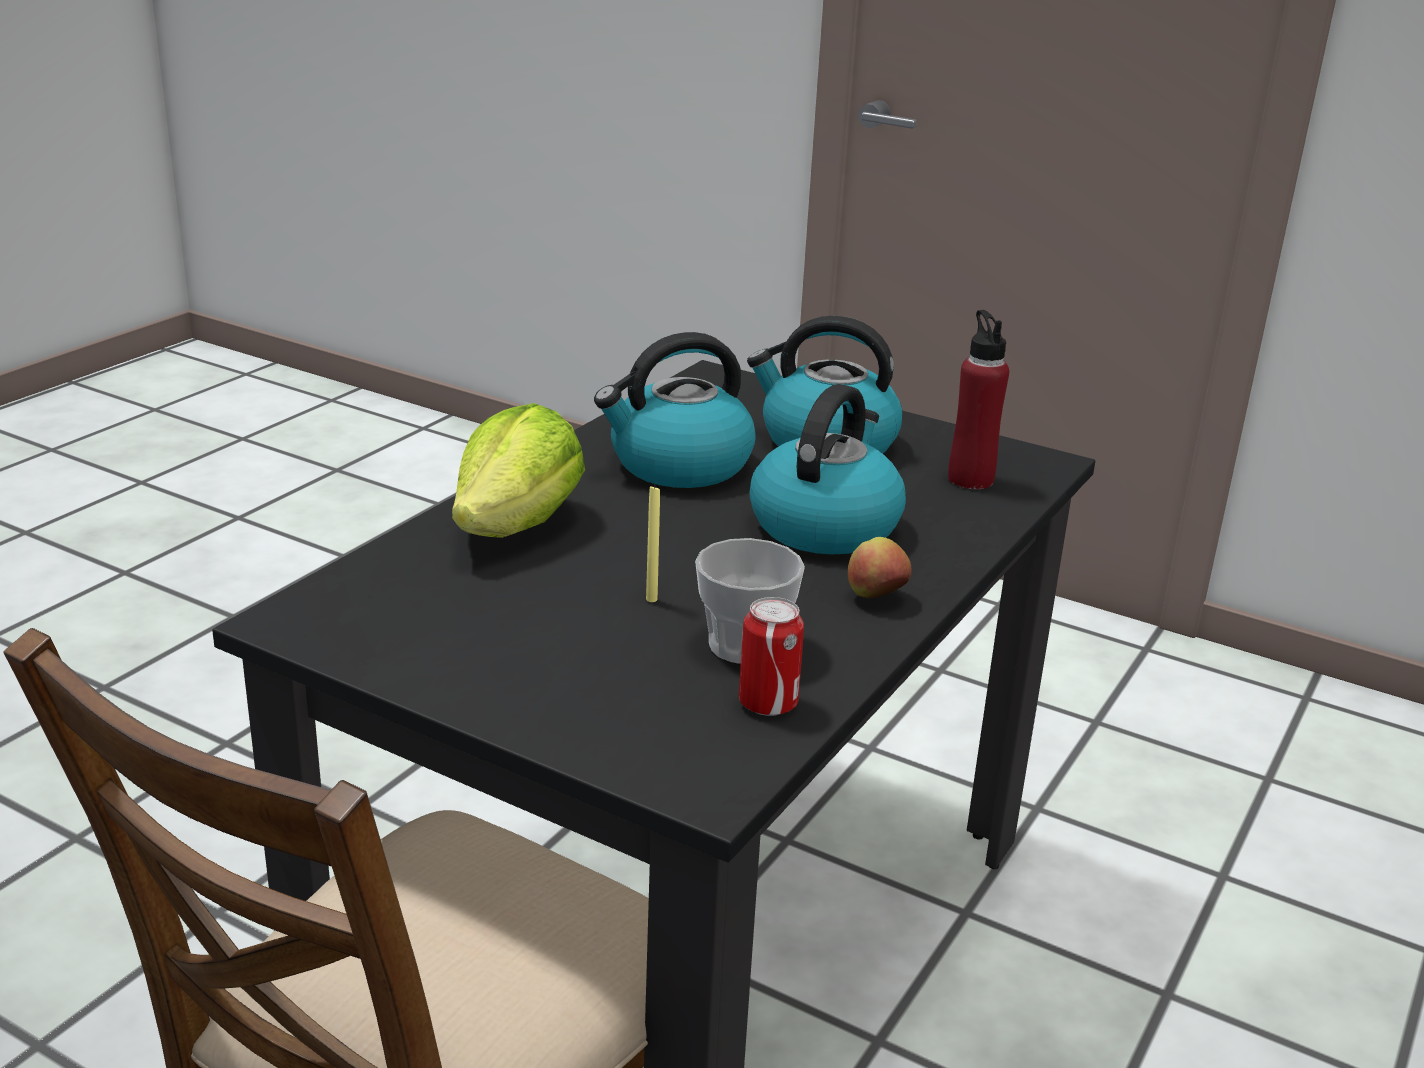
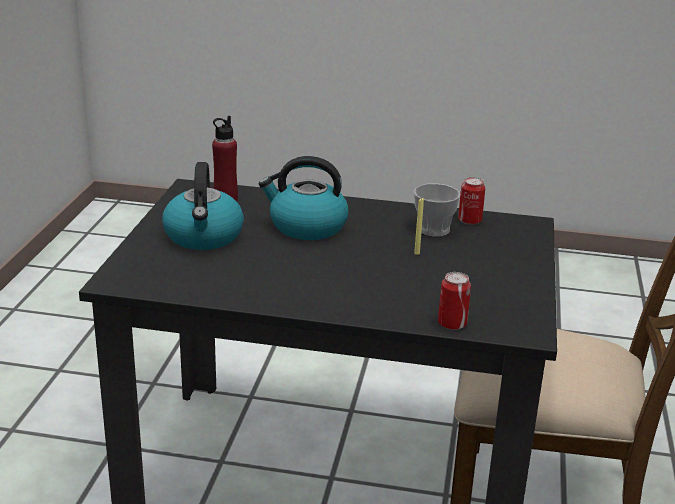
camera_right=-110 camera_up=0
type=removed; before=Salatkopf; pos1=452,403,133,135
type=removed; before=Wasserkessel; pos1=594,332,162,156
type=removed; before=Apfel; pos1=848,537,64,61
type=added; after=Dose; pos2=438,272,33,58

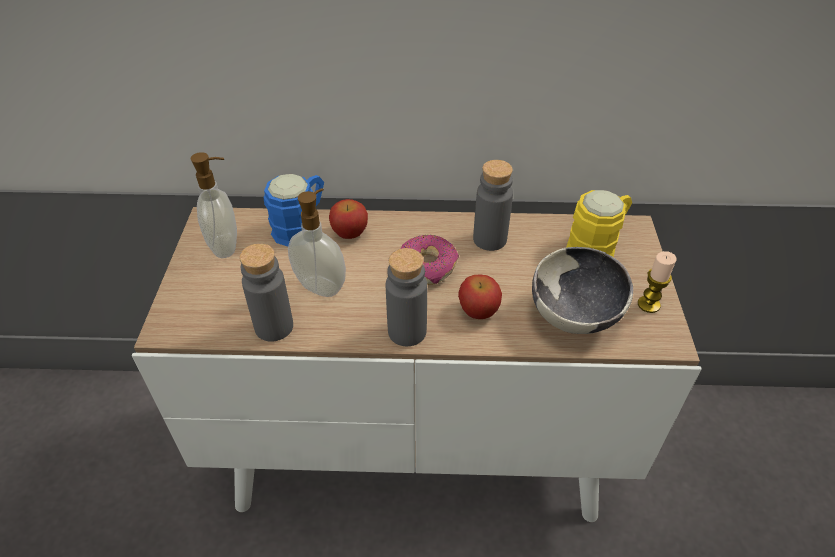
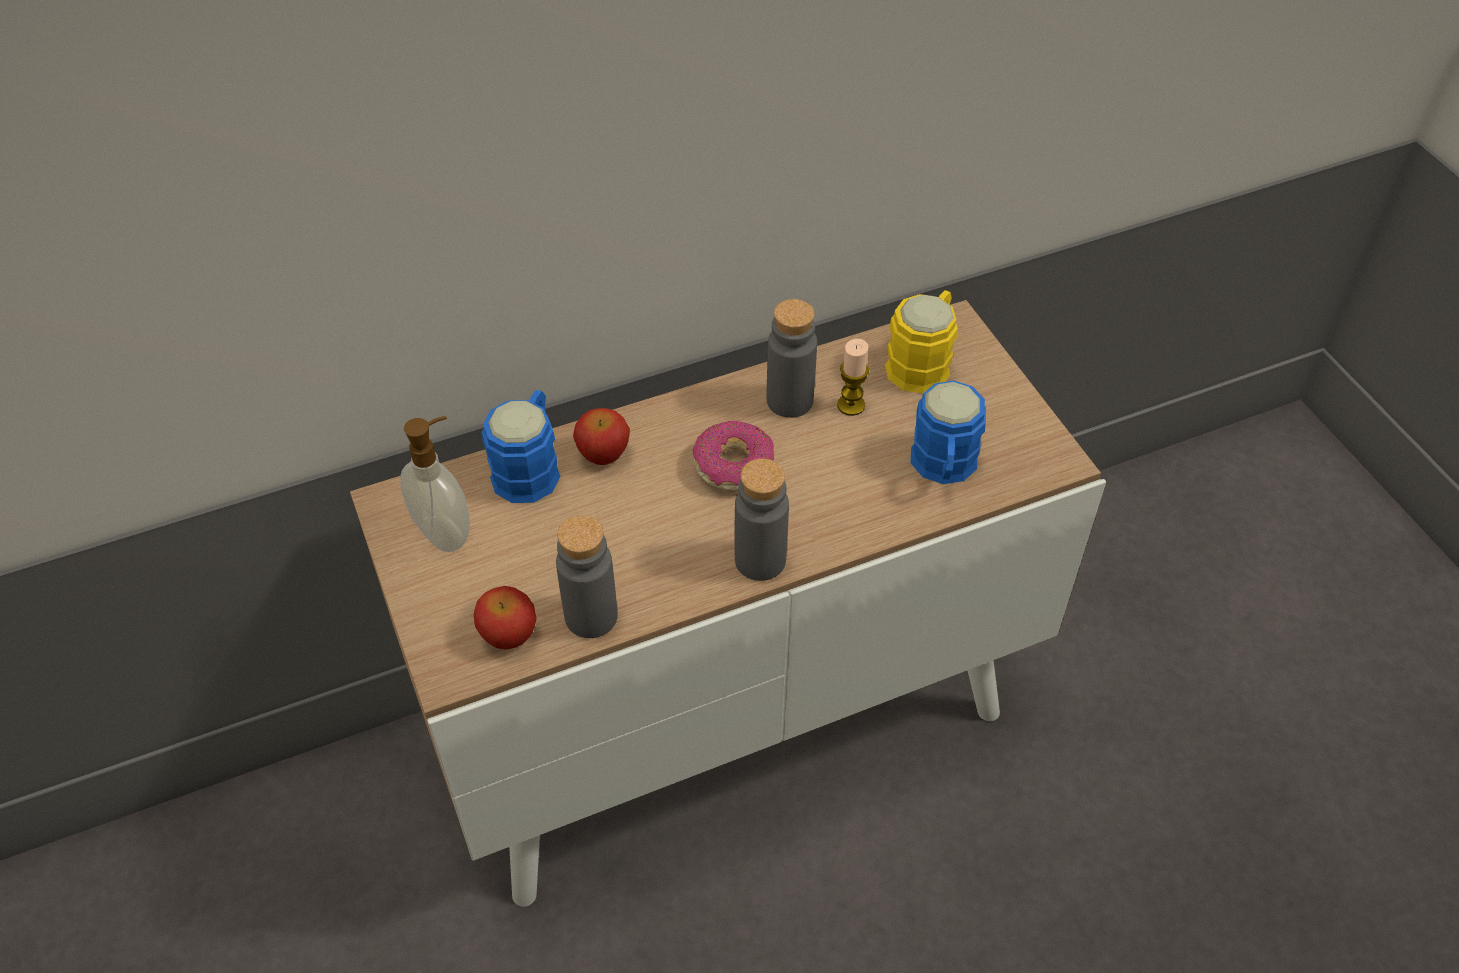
camera_right=-25 camera_up=5
type=removed; before=Seifenspender; pos1=288,188,58,109
type=moved; before=Apfel; pos1=458,274,44,45; pos2=474,586,62,64
type=moved; before=Kerze; pos1=638,251,39,62; pos2=837,339,32,77
type=replaced; before=Schüssel; after=Henkelbecher (blau); pos1=532,247,101,87; pos2=910,381,76,103

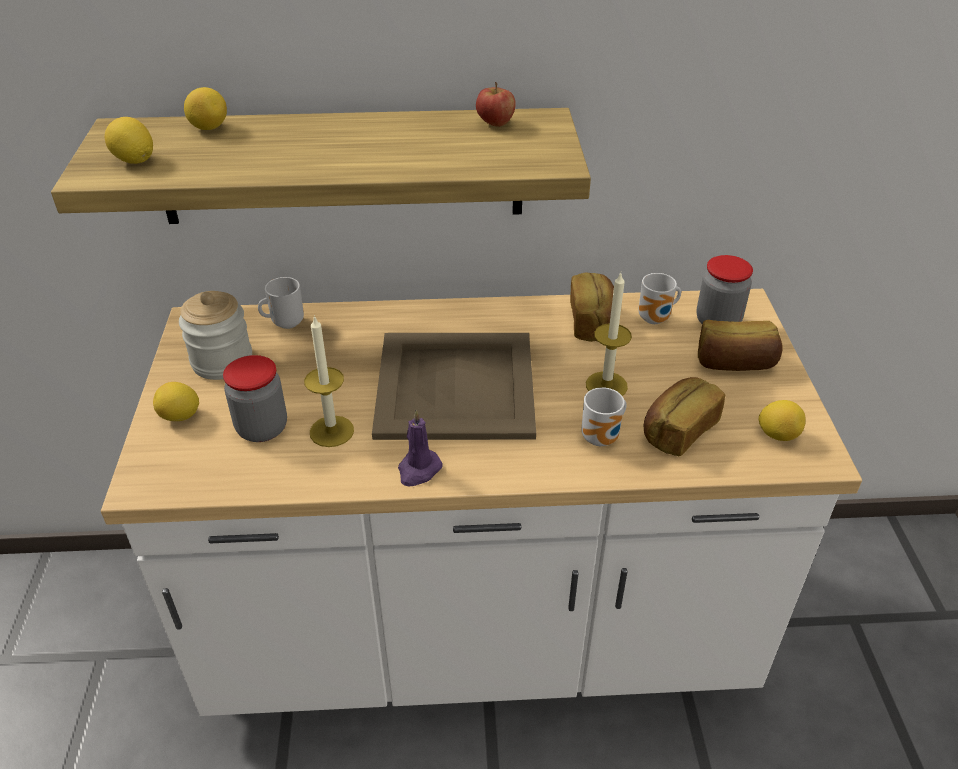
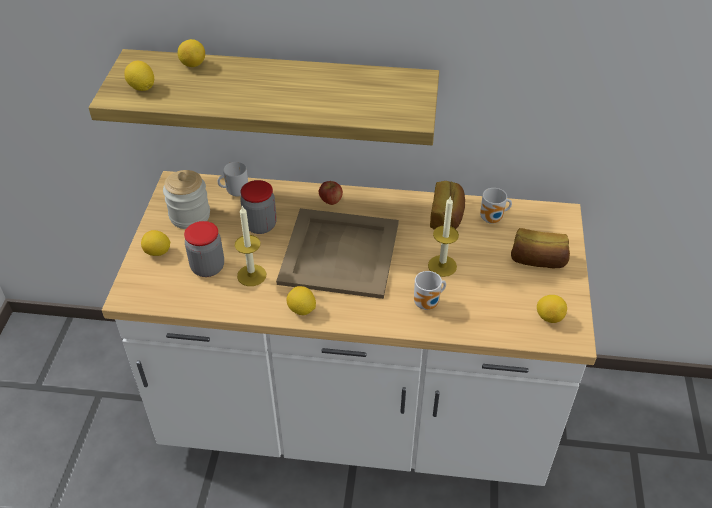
camera_right=10 camera_up=5
type=removed; before=Brot; pos1=644,377,81,80
type=moved; before=Apfel; pos1=476,82,40,45; pos2=319,180,24,25
type=moved; before=Vorratsglas; pos1=697,255,56,69; pos2=240,180,37,54
type=replaced; before=Kerze (lila); after=Zitrone; pos1=398,410,45,77; pos2=287,286,29,29

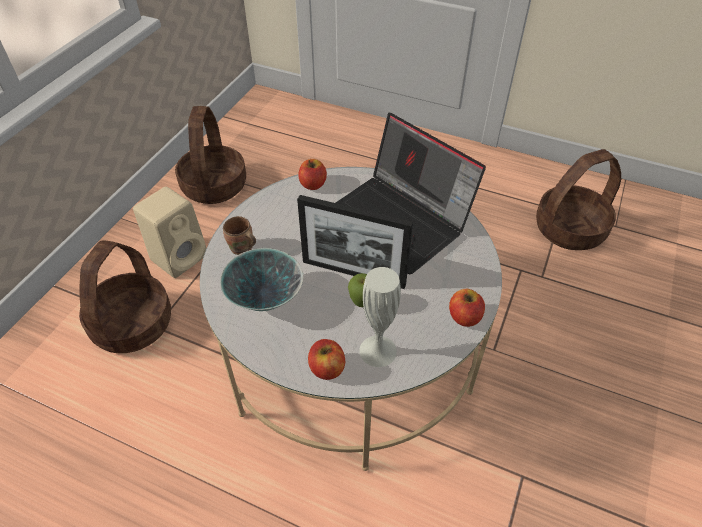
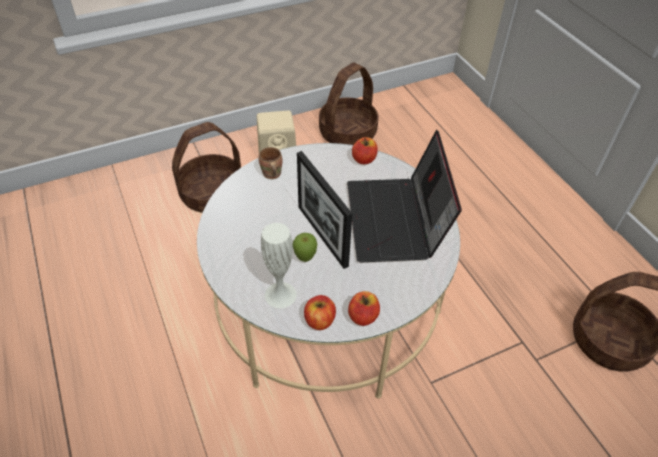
camera_right=40 camera_up=0
type=removed; before=Schüssel; pos1=220,248,83,63
type=moved; before=Apfel; pos1=308,339,37,41; pos2=304,295,32,35

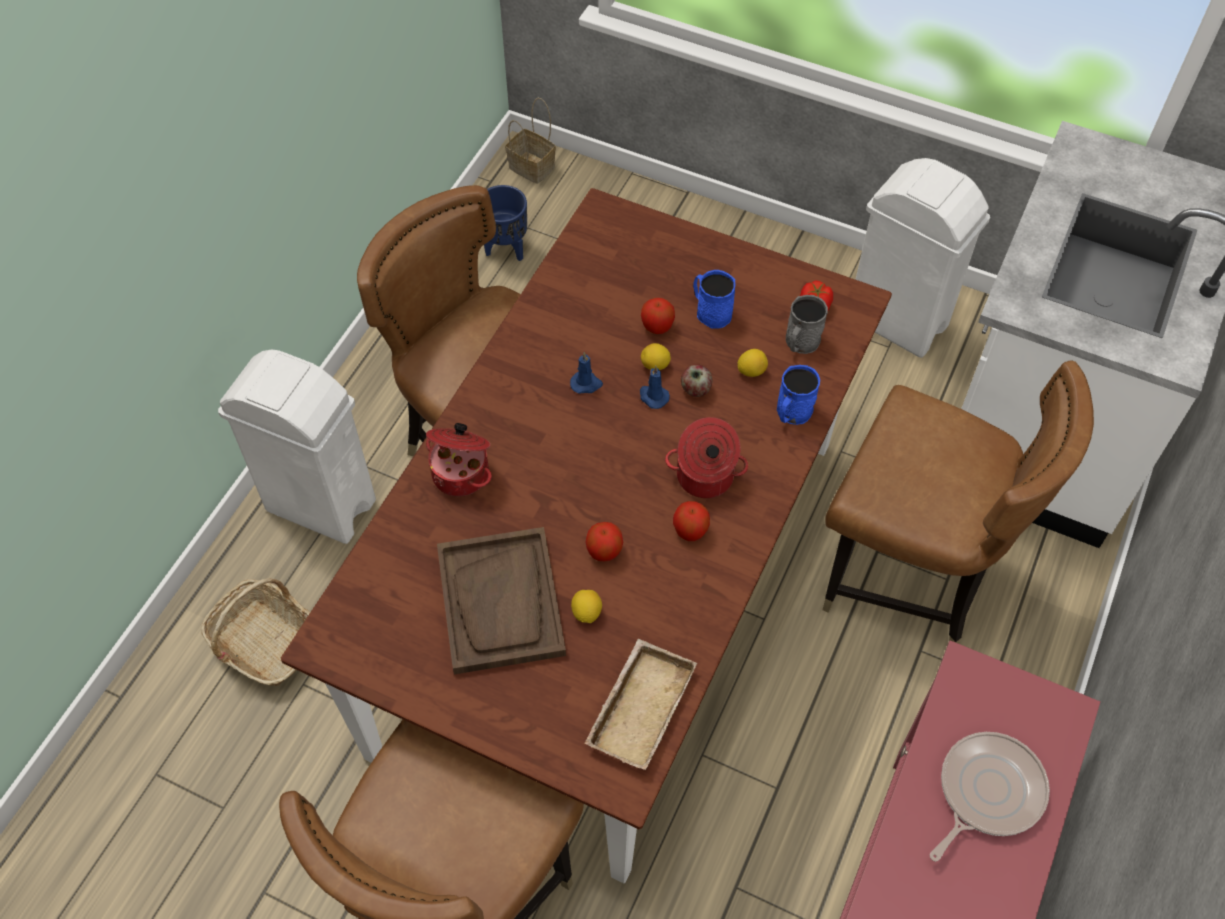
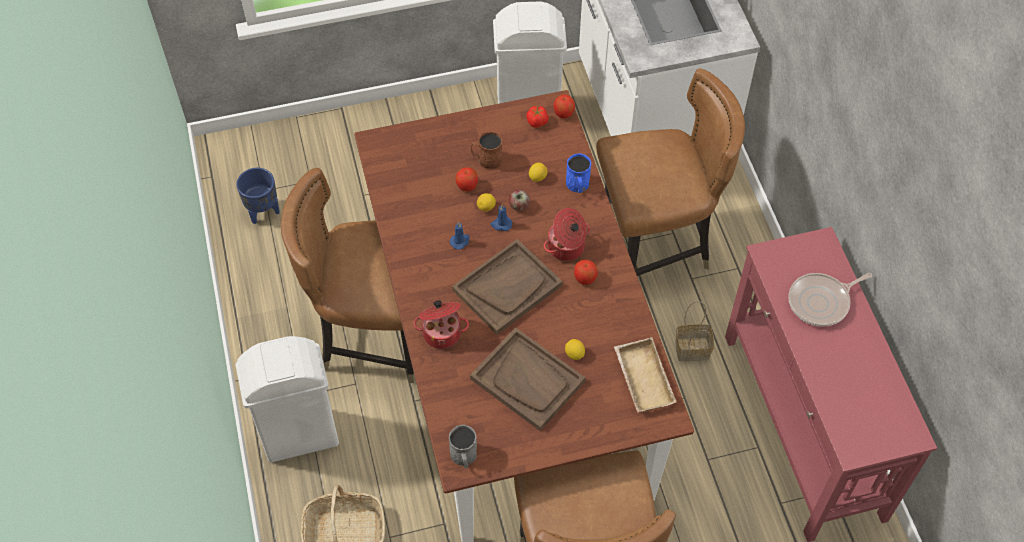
camera_right=-40 camera_up=0
type=added; after=Tablett (braun); pos2=452,239,111,96
type=moved; before=Korb; pos1=505,98,51,86; pos2=676,301,38,60
type=moved; before=Apfel; pos1=586,522,37,39; pos2=554,94,21,25
type=moved; before=Henkelbecher (grau); pos1=786,295,42,59; pos2=449,424,28,44
type=recoloured; before=Henkelbecher (blau); after=Henkelbecher (braun); pos1=693,270,42,58; pos2=471,131,32,38
type=turned; before=Pfanne; pos1=930,732,120,130; pos2=788,273,84,54; turn=-120

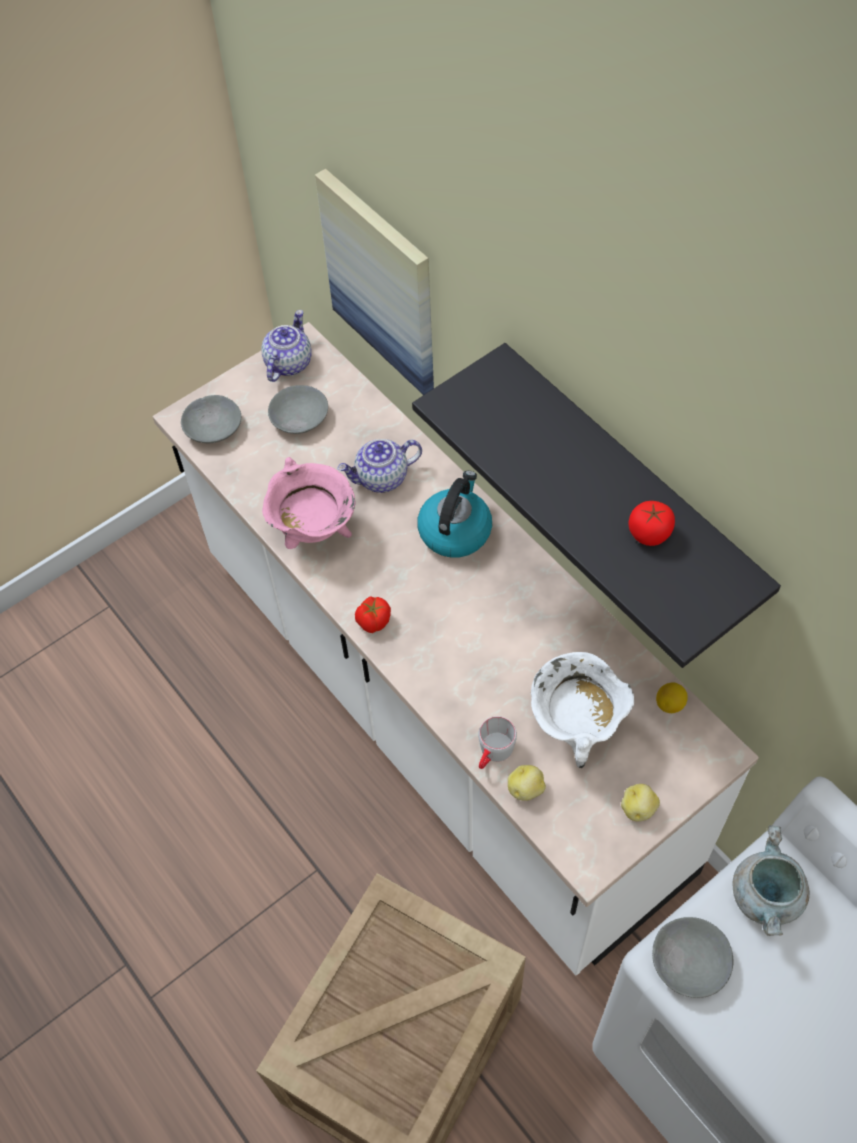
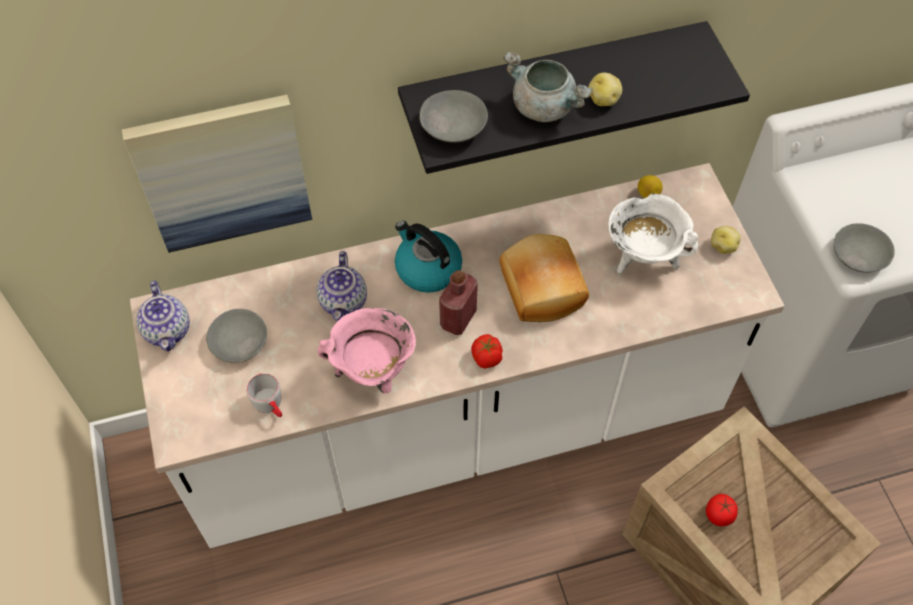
camera_right=-70 camera_up=0
type=added; after=Flasche (rot); pos2=439,270,39,65
type=added; after=Brot; pos2=499,234,90,88
type=moved; before=Schüssel (grau); pos1=181,395,60,48; pos2=419,90,69,53
type=moved; before=Henkelbecher (grau); pos1=478,716,39,53; pos2=246,373,36,44
type=moved; before=Kartoffel; pos1=508,765,38,36; pos2=588,72,34,34
type=moved; before=Tomate; pos1=628,501,47,45; pos2=706,494,32,32
type=moved; before=Kochtopf (grau); pos1=733,825,77,111; pos2=504,52,89,70
type=turned; before=Teekanne; pos1=261,310,51,72; pos2=136,281,54,70; turn=-150

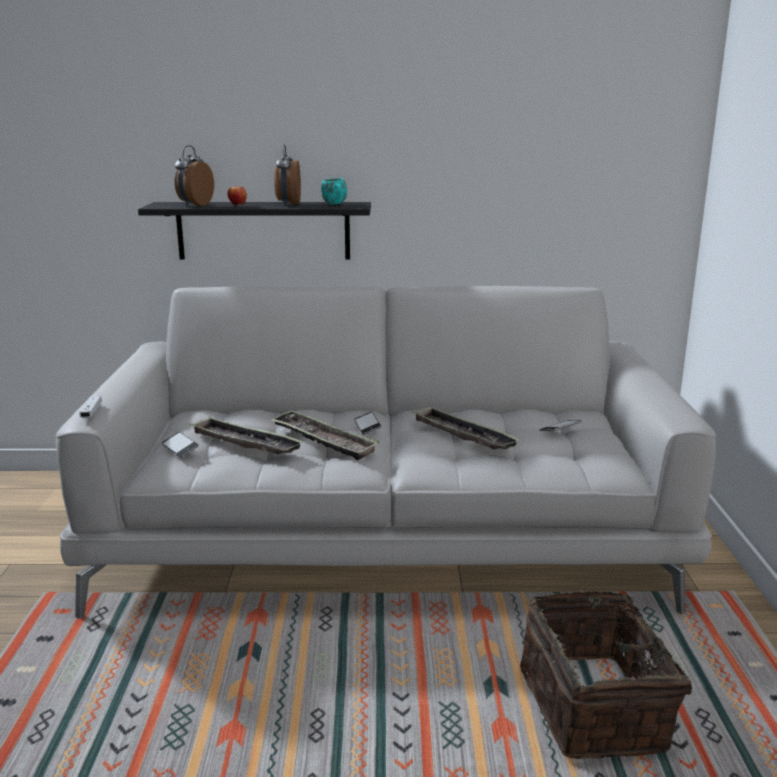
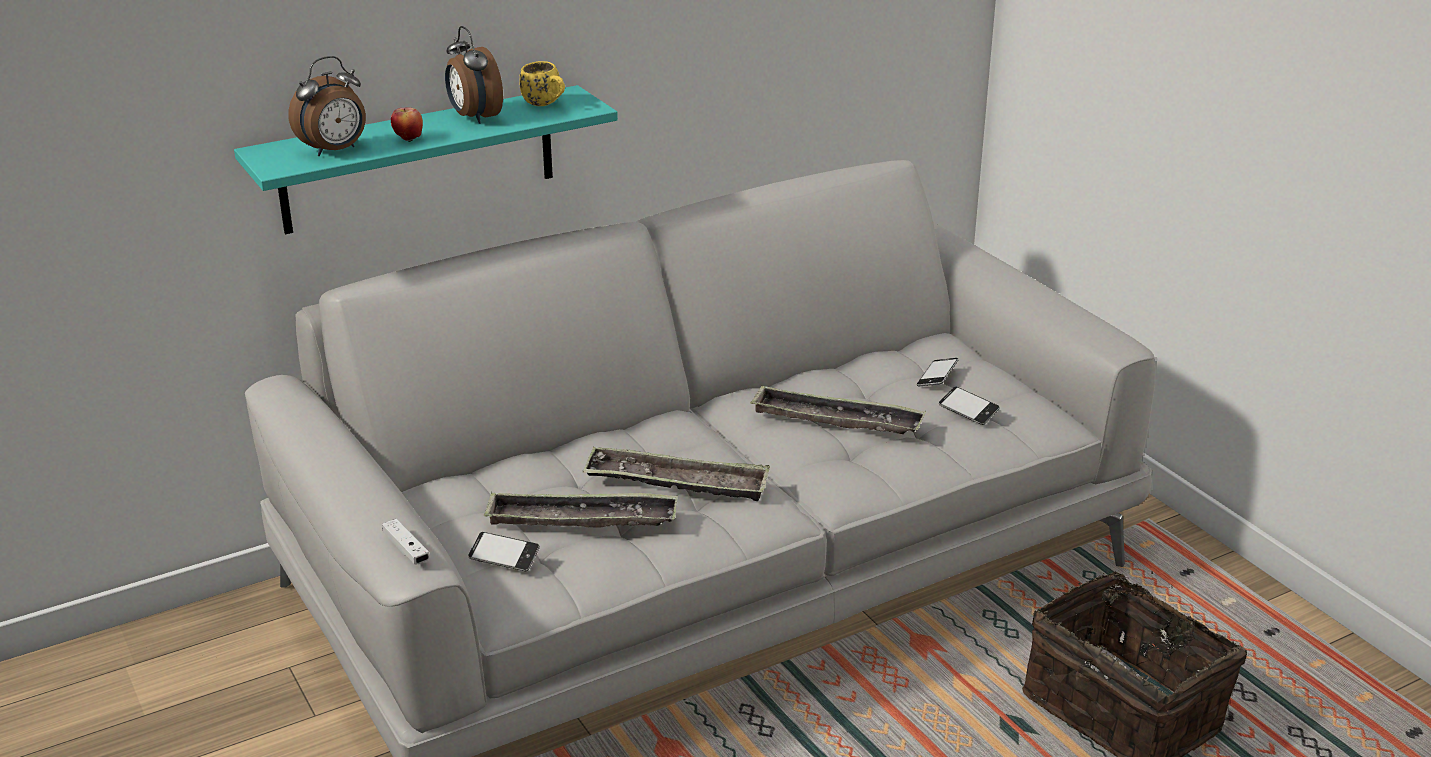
camera_right=-30 camera_up=10
type=moved; before=Handy; pos1=354,412,27,23; pos2=939,386,61,39
type=recoloured; before=Wandregal (schwarz); after=Wandregal (türkis); pos1=138,202,233,58; pos2=234,85,384,149
type=recoloured; before=Henkelbecher (türkis); after=Henkelbecher (gelb); pos1=321,178,26,26; pos2=519,61,46,45
type=turned; before=Wecker; pos1=175,145,39,62; pos2=288,56,78,100; turn=-120

